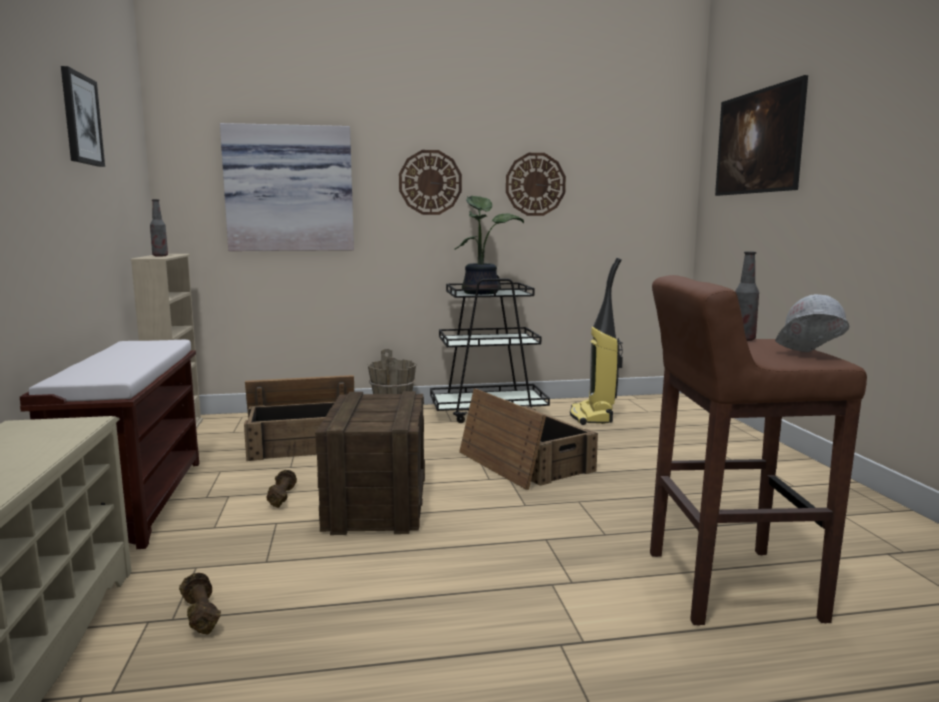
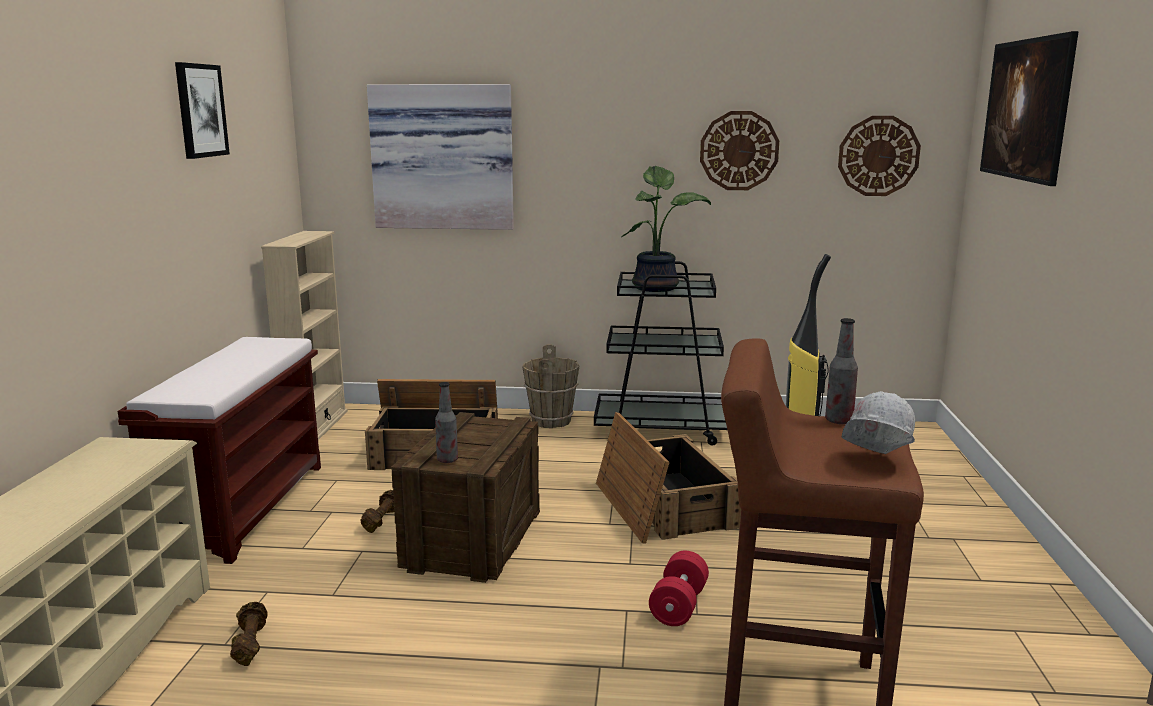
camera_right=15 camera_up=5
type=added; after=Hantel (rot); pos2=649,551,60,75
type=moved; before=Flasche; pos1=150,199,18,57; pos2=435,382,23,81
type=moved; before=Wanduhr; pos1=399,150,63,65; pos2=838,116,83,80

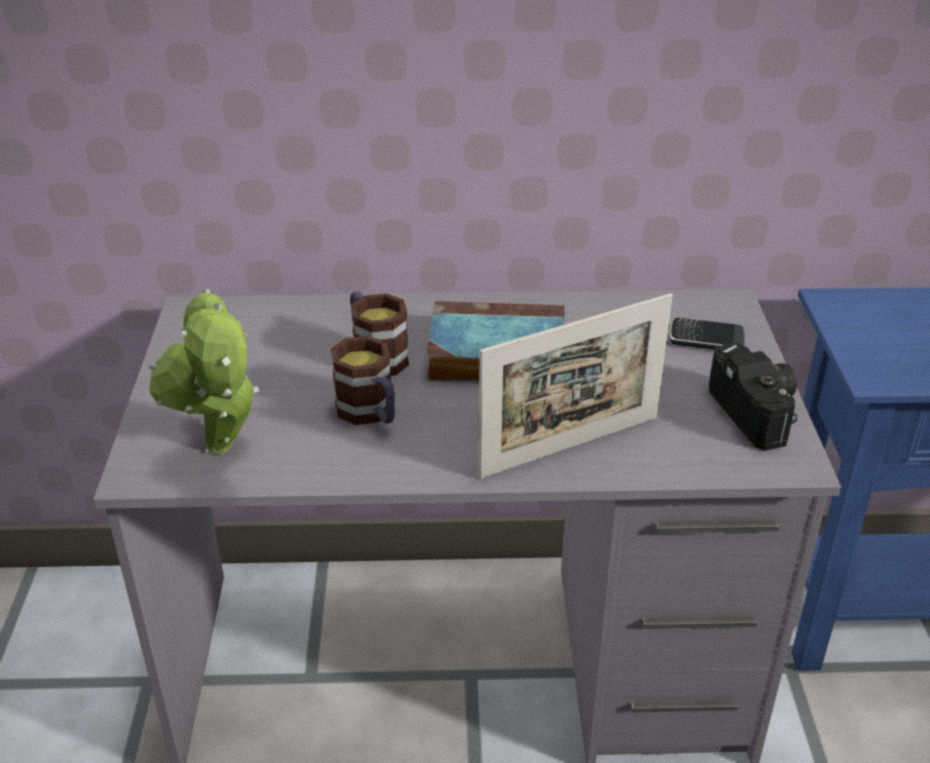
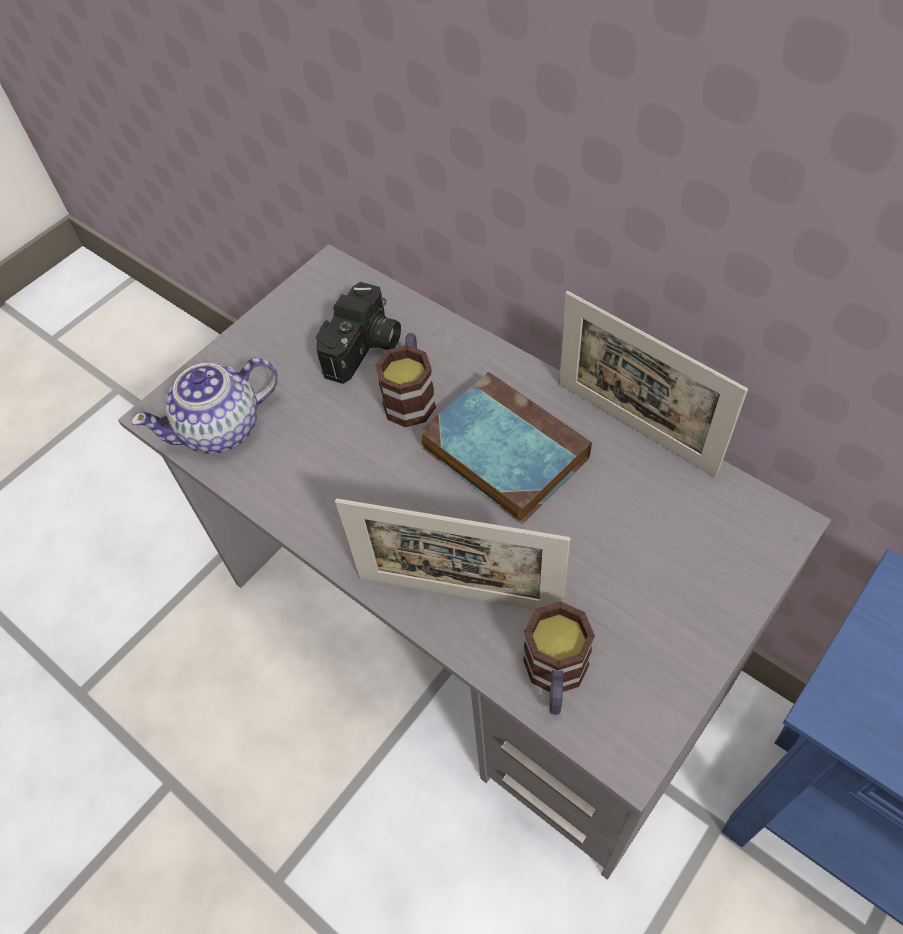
camera_right=45 camera_up=20
type=removed; before=Handy; pos1=669,318,76,32
type=added; after=Bilderrahmen; pos2=559,291,189,187
type=moved; before=Henkelbecher; pos1=331,335,64,90; pos2=523,601,72,114
type=moved; before=Kamera; pos1=709,343,88,108; pos2=316,282,85,102
type=replaced; before=Topfpflanze; after=Teekanne; pos1=148,288,112,166; pos2=131,358,147,96

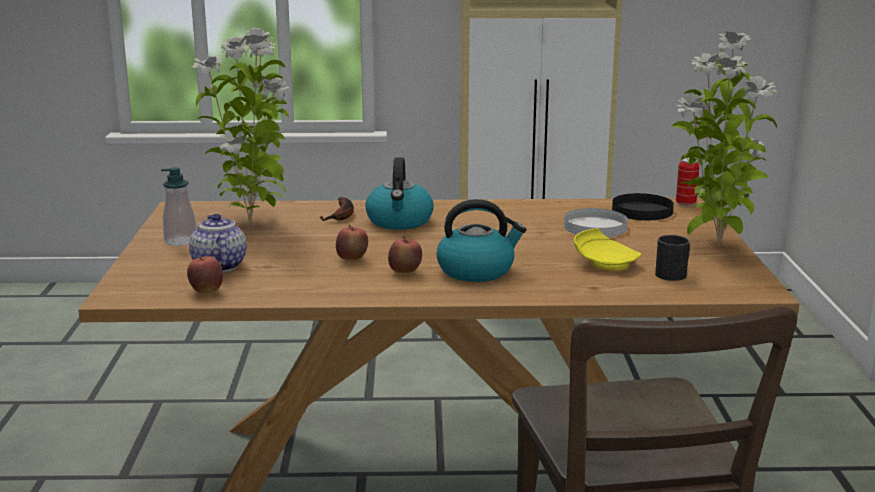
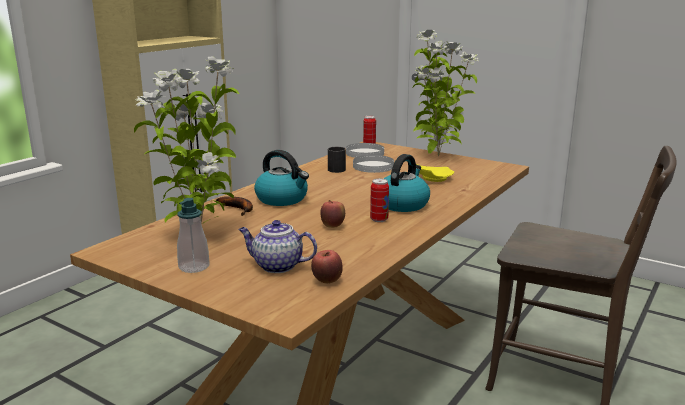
camera_right=-55 camera_up=0
type=moved; before=Henkelbecher (schwarz); pos1=655,235,35,46; pos2=328,147,18,26
type=replaced; before=Apfel; after=Dose; pos1=388,236,34,37; pos2=370,178,19,44
type=recoloured; before=Teller (schwarz); after=Teller (weiß); pos1=612,193,62,27; pos2=346,143,38,15

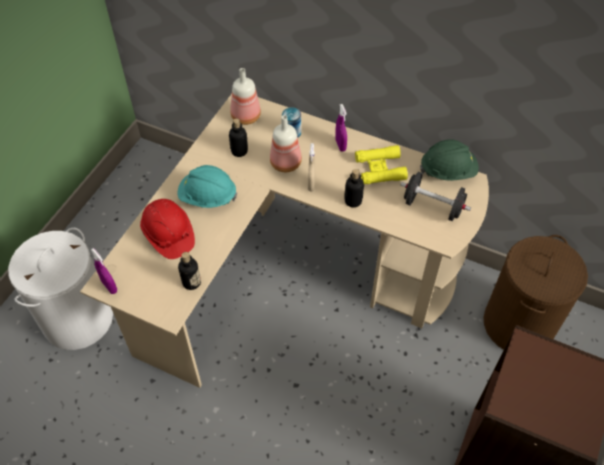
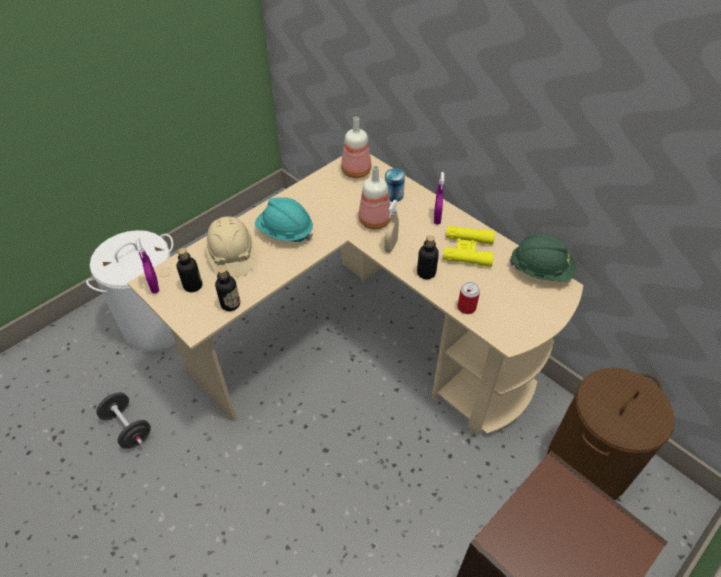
camera_right=20 camera_up=-5
type=added; after=Dose; pos2=458,281,22,33
type=moved; before=Flasche; pos1=229,119,19,38; pos2=176,248,26,44
type=moved; before=Hantel (schwarz); pos1=400,172,71,49; pos2=96,392,55,57
type=recoloured; before=Schutzhelm (rot); after=Schutzhelm (beige); pos1=140,199,55,60; pos2=205,216,49,62

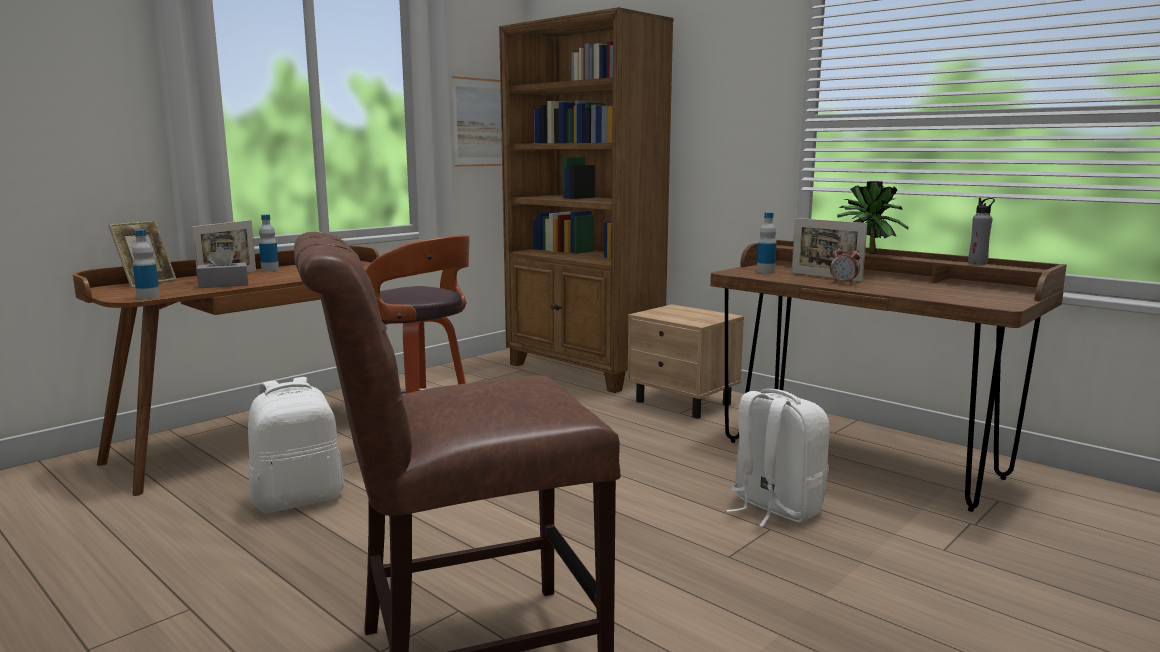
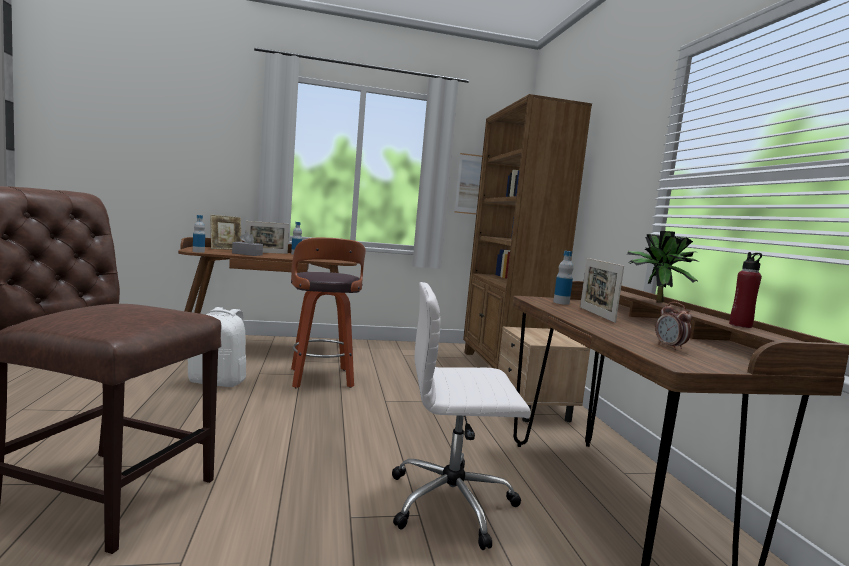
camera_right=35 camera_up=-5
type=moved; before=Wecker; pos1=830,245,31,39; pos2=655,302,37,48
type=replaced; before=Rucksack (weiß); after=Bürostuhl (weiß); pos1=726,389,103,138; pos2=392,282,139,268
type=recoloured; before=Flasche (grau); after=Flasche (rot); pos1=968,198,27,67; pos2=729,252,33,76

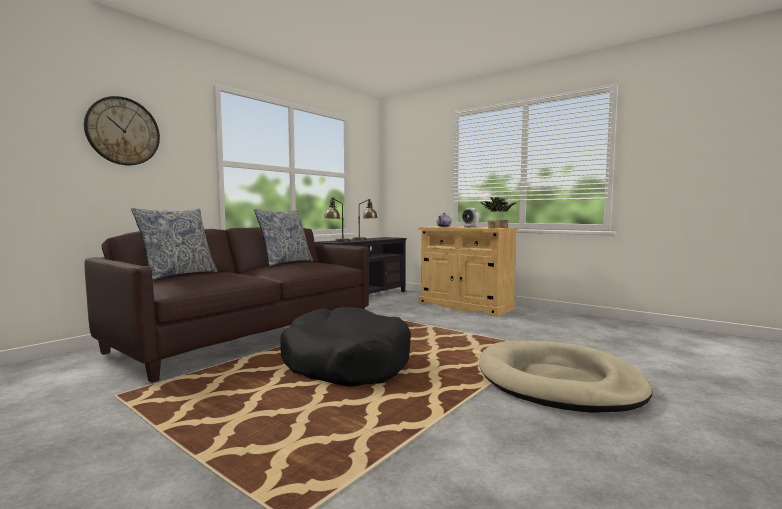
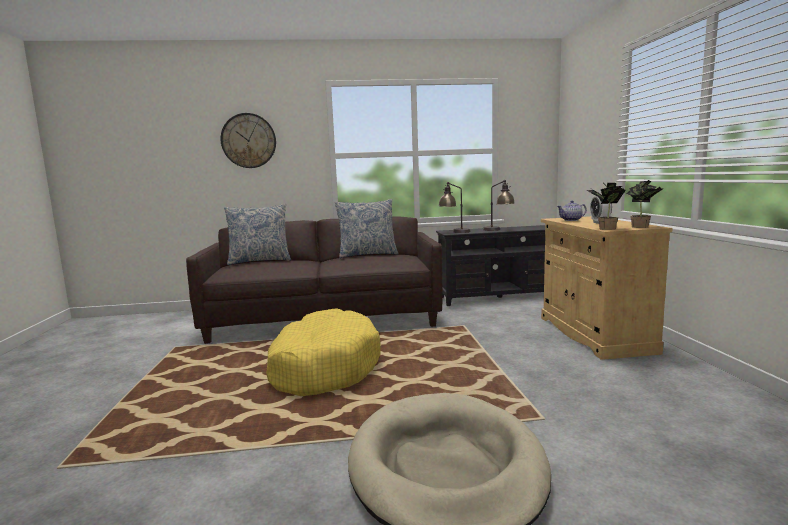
camera_right=45 camera_up=5
type=recoloured; before=Hundebett (schwarz); after=Hundebett (gelb); pos1=280,307,131,79; pos2=266,308,115,88

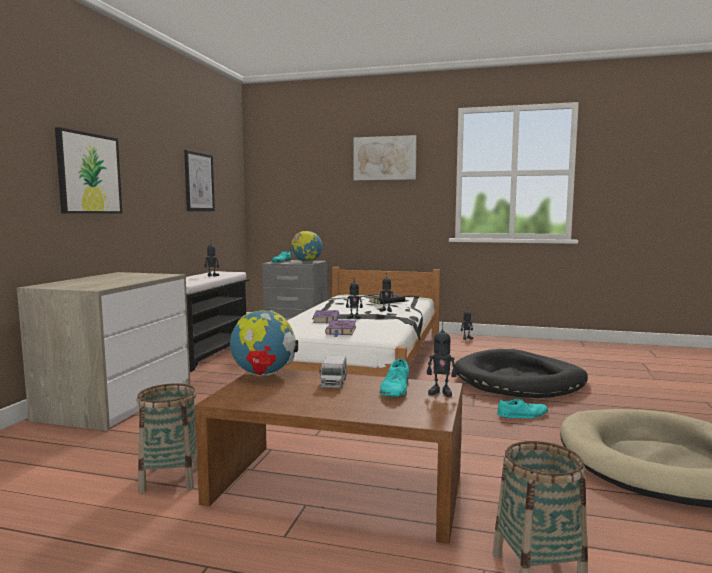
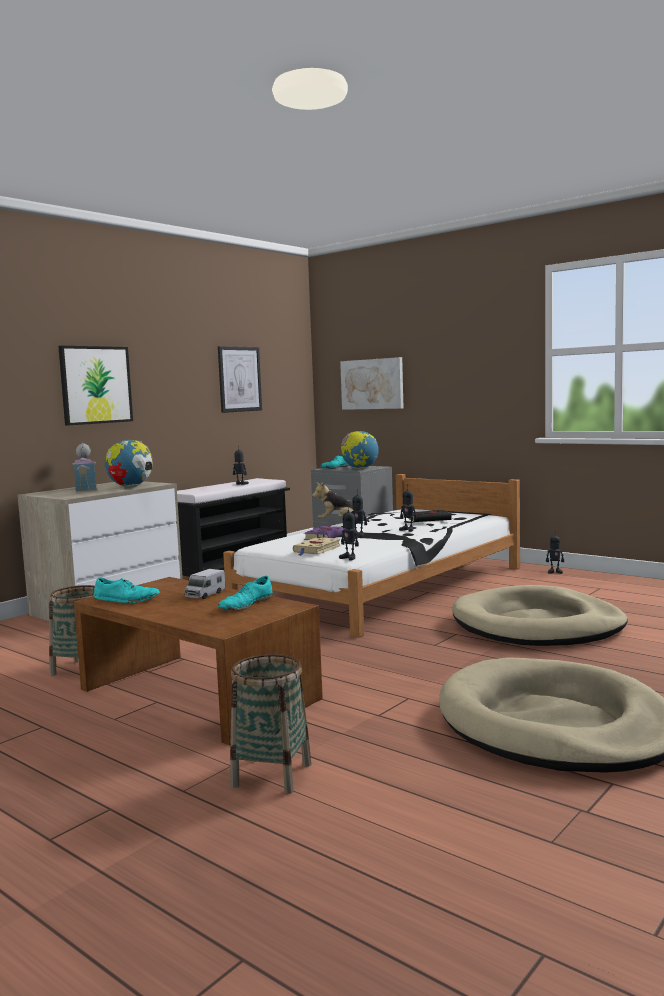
camera_right=25 camera_up=0
type=added; after=Spielzeughaus; pos2=73,442,24,50
type=added; after=Plüschtier; pos2=312,482,57,40
type=moved; before=Globus; pos1=230,310,68,67; pos2=105,440,48,48
type=moved; before=Bild; pos1=353,135,64,45; pos2=340,357,63,53
type=moved; before=Spielzeugroboter; pos1=427,322,30,75; pos2=339,505,20,55
type=moved; before=Schuh (türkis); pos1=497,399,51,19; pos2=94,577,66,26
type=recoloured; before=Buch (lila); after=Buch (beige); pos1=325,320,31,17; pos2=293,537,48,19
type=recoloured; before=Hundebett (schwarz); after=Hundebett (beige); pos1=455,349,133,49; pos2=452,585,176,61

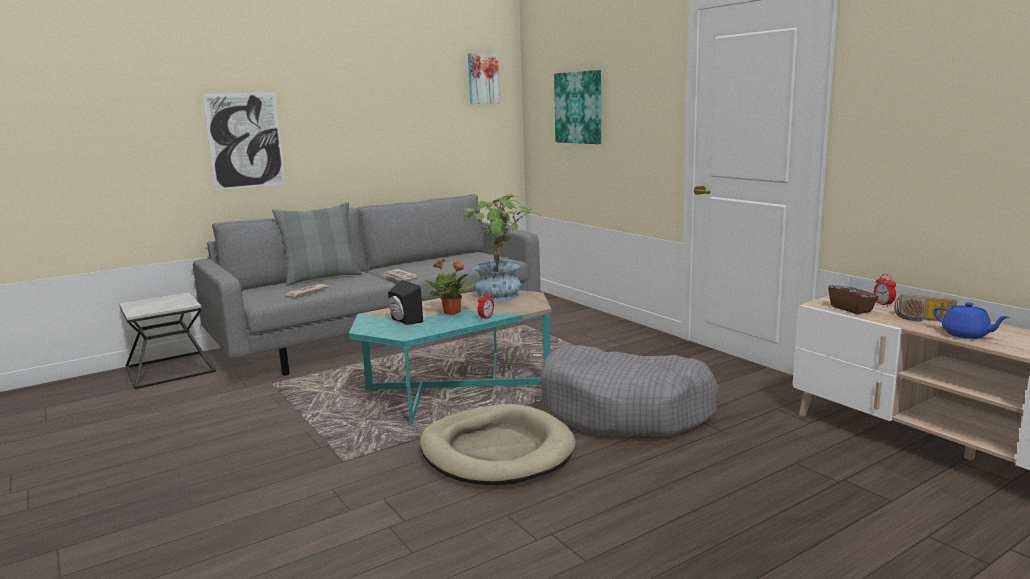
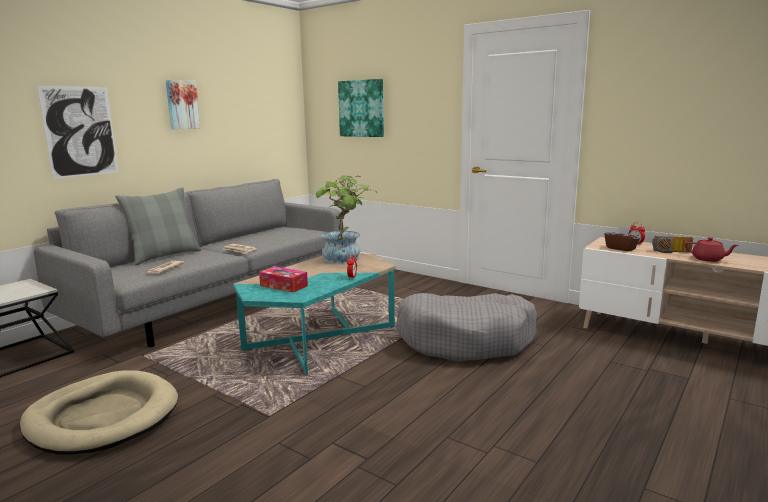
camera_right=-20 camera_up=0
type=removed; before=Topfpflanze; pos1=425,259,51,56
type=moved; before=Hundebett (beige); pos1=420,404,156,81; pos2=20,370,158,84
type=moved; before=Bild; pos1=468,53,32,51; pos2=166,80,35,50
type=replaced; before=Lautsprecher (schwarz); after=Taschentuchbox; pos1=388,280,35,45; pos2=259,266,49,27
type=recoloured; before=Teekanne (blau); after=Teekanne (rot); pos1=933,302,77,37; pos2=685,237,54,25

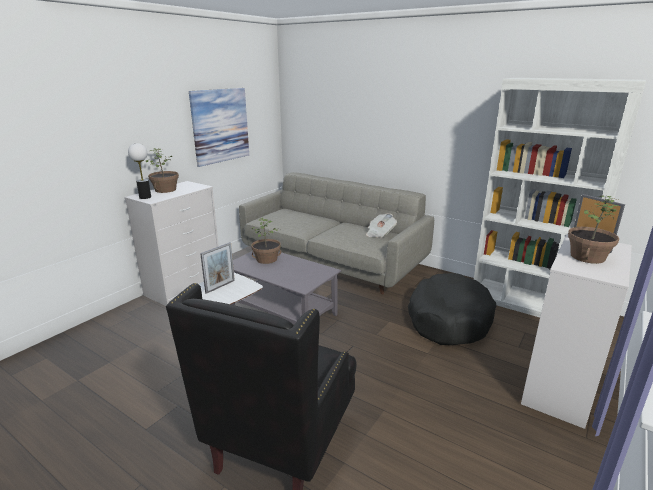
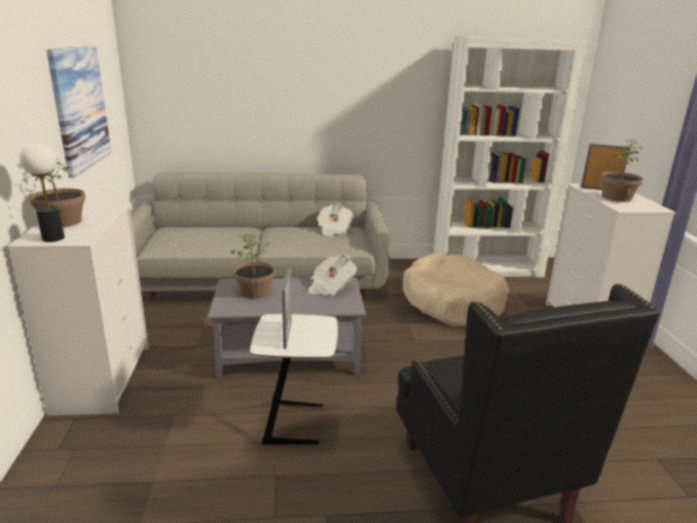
camera_right=-40 camera_up=0
type=added; after=Zeitung; pos2=308,255,49,40
type=recoloured; before=Hundebett (schwarz); after=Hundebett (beige); pos1=408,273,89,72; pos2=403,253,105,73

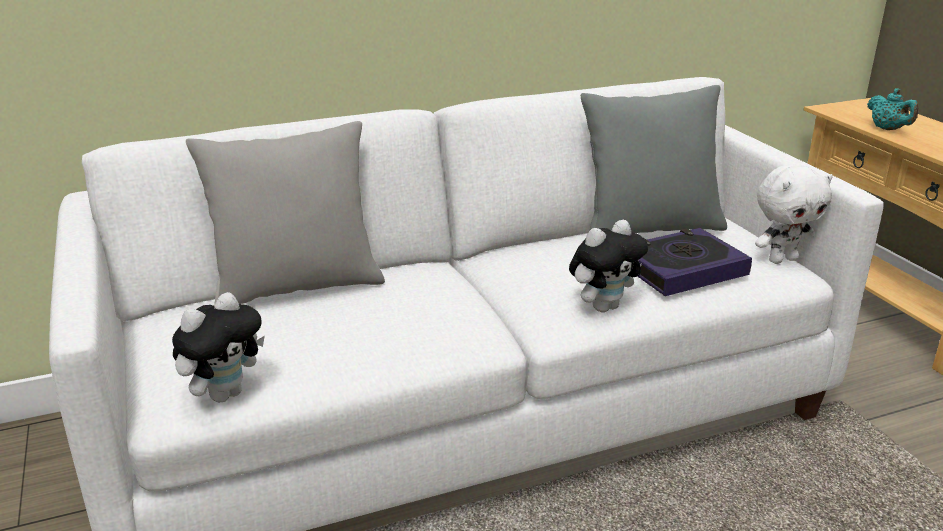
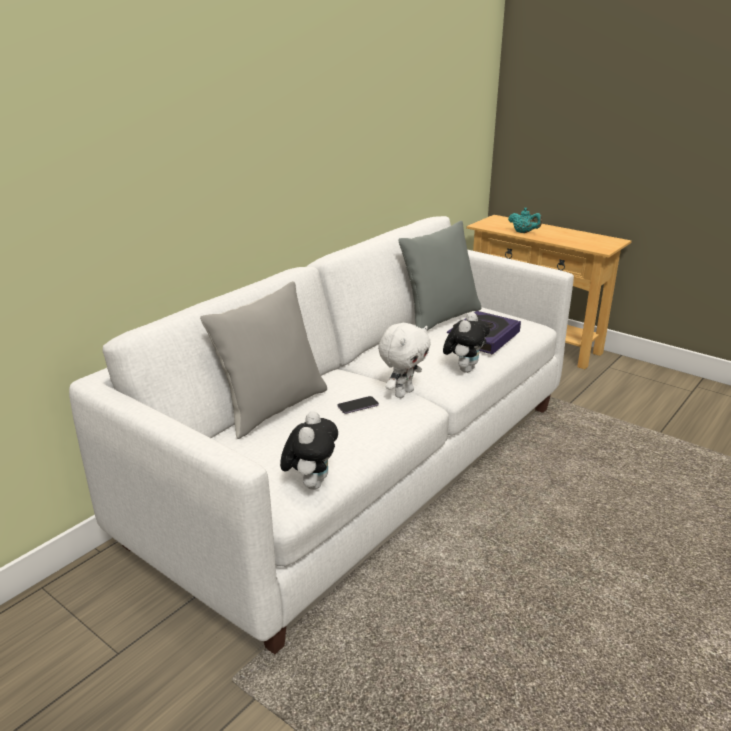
camera_right=-30 camera_up=0
type=added; after=Handy; pos2=338,396,41,18
type=moved; before=Plüschtier (weiß); pos1=755,165,78,99; pos2=378,323,53,75

